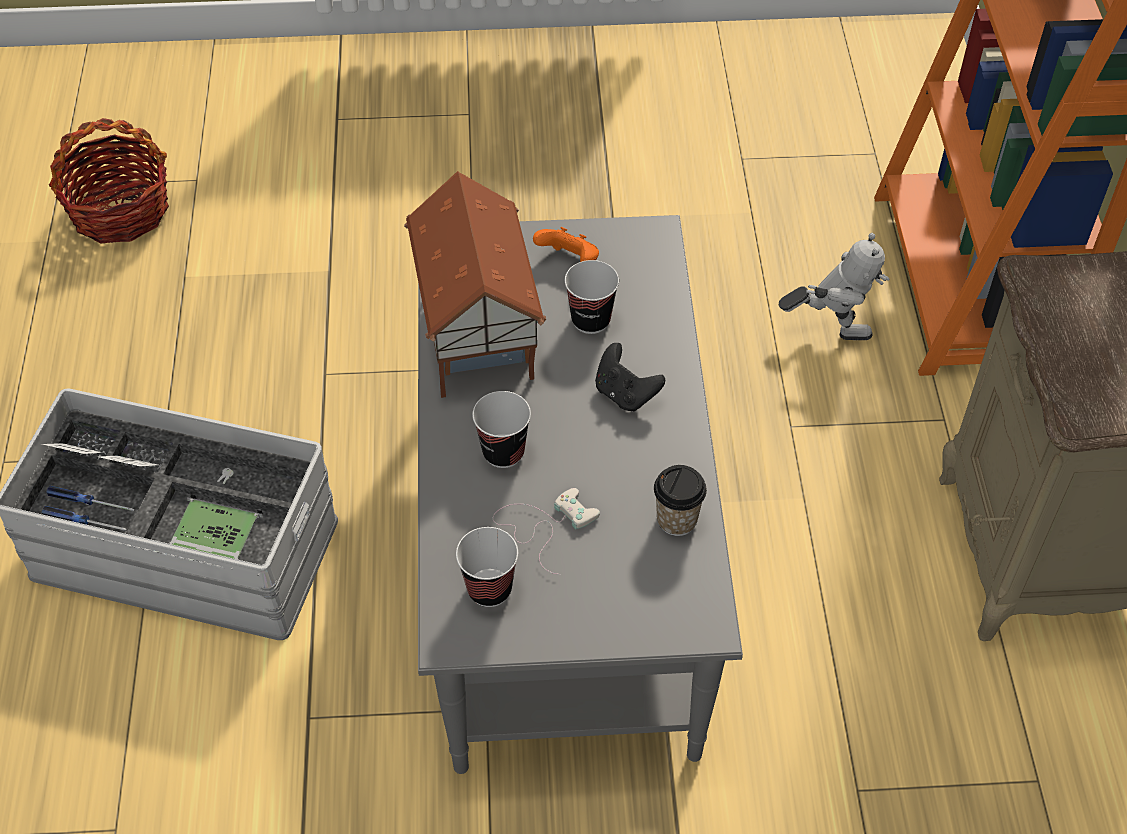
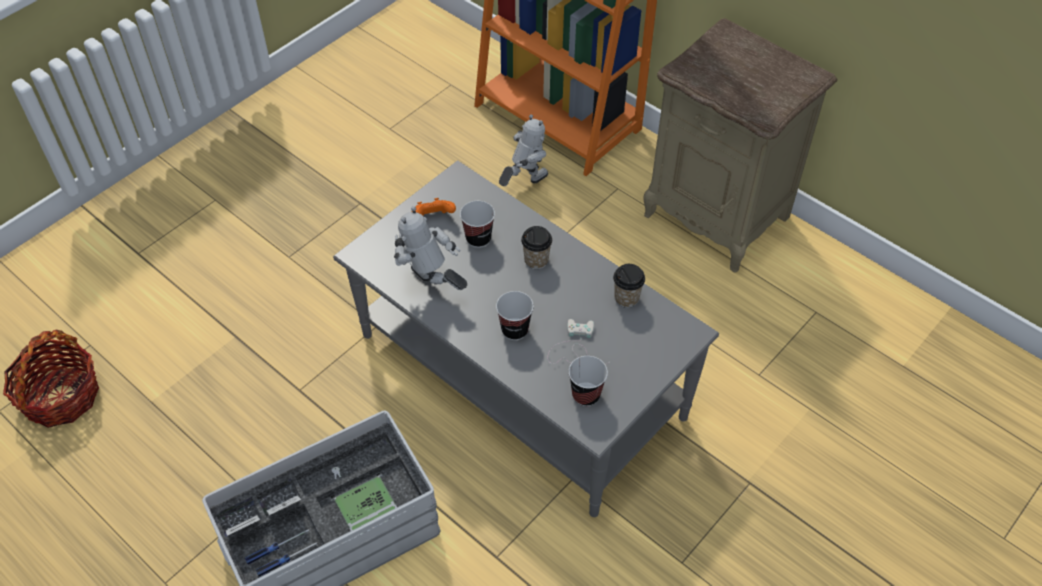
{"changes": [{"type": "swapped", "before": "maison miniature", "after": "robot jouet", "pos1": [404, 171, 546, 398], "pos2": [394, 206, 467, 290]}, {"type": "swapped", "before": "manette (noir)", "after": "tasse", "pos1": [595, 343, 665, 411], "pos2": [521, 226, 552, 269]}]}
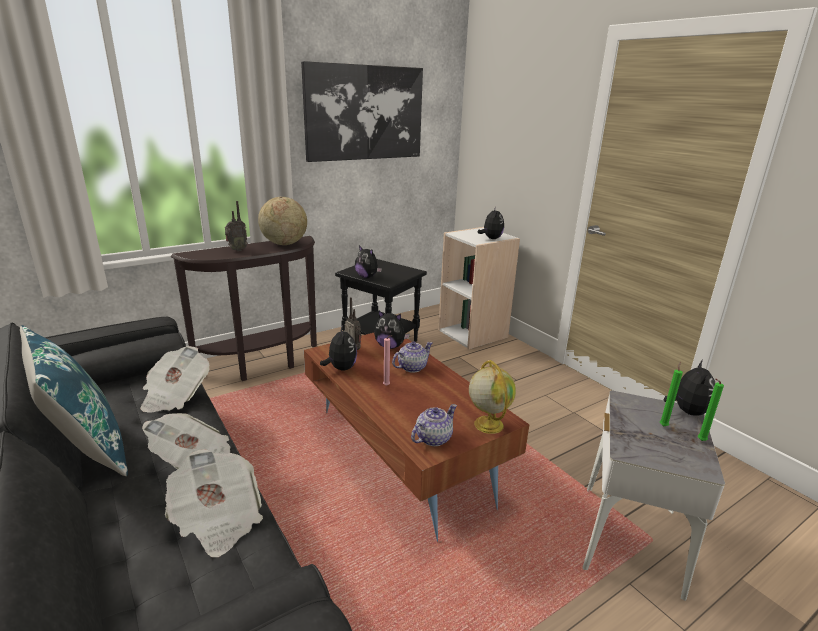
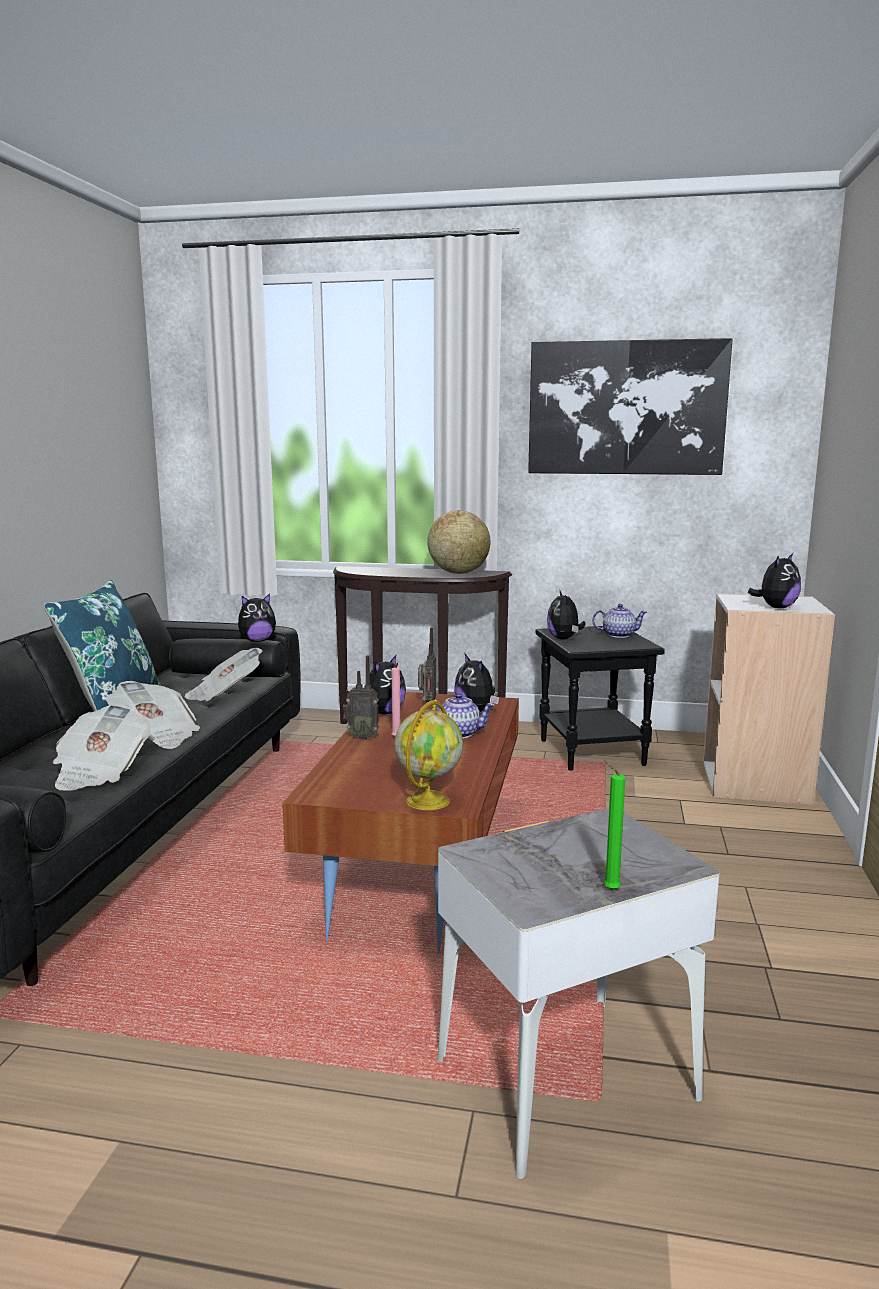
{"changes": [{"type": "shifted", "before": "radio", "pos1": [225, 201, 248, 251], "pos2": [343, 655, 379, 740]}, {"type": "shifted", "before": "théière", "pos1": [411, 404, 457, 446], "pos2": [592, 604, 647, 638]}, {"type": "gone", "before": "bougie (vert)", "pos1": [660, 362, 683, 426]}, {"type": "shifted", "before": "peluche", "pos1": [663, 360, 715, 416], "pos2": [238, 594, 276, 642]}]}
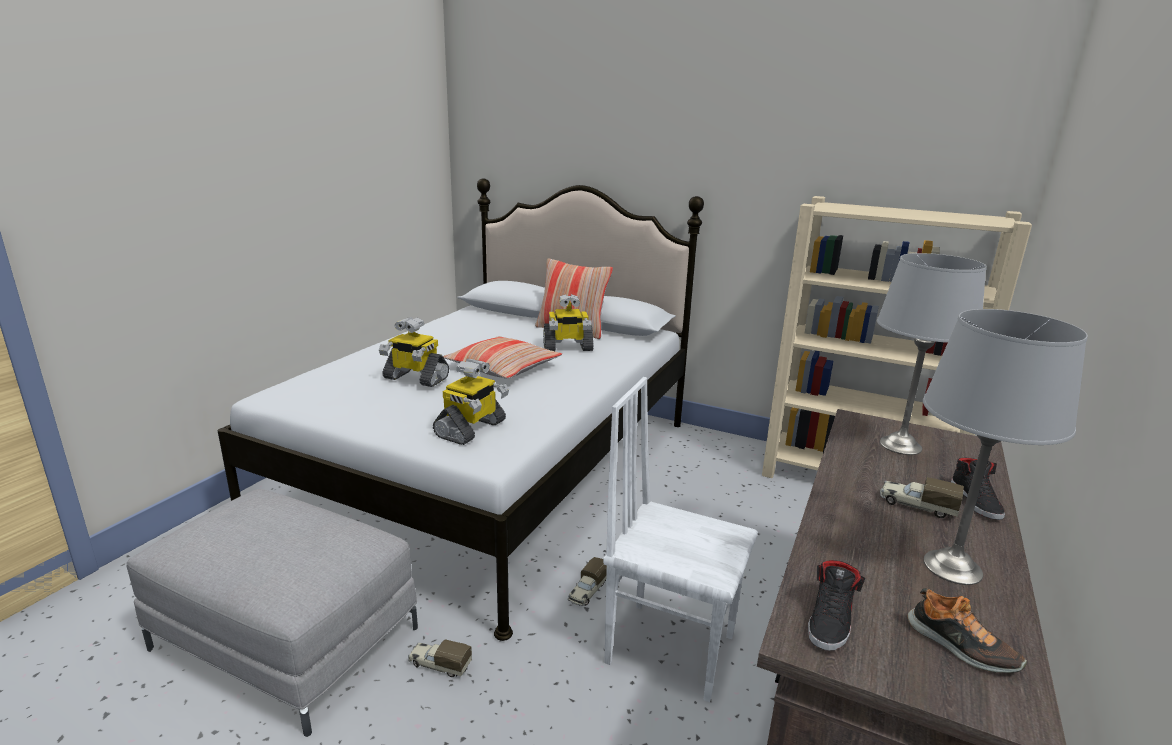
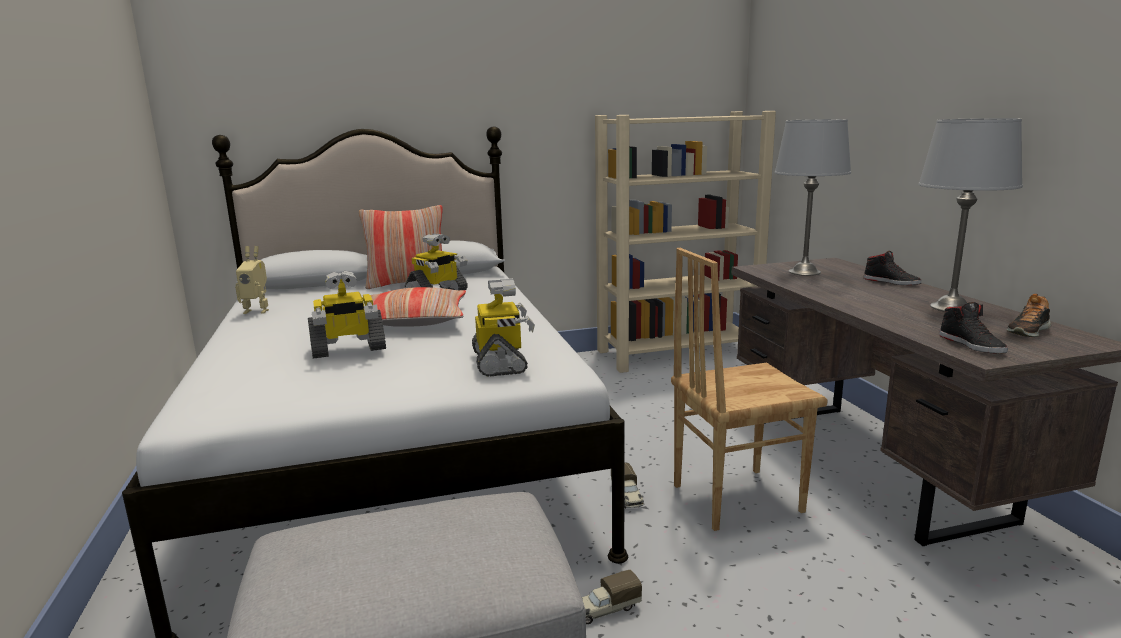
{"changes": [{"type": "repainted", "before": "chaise (blanc)", "after": "chaise (marron)", "pos1": [603, 377, 758, 702], "pos2": [671, 248, 828, 531]}, {"type": "gone", "before": "camion jouet", "pos1": [880, 477, 964, 518]}, {"type": "rotated", "before": "chaussure", "pos1": [908, 588, 1027, 673], "pos2": [1006, 294, 1051, 337], "turn": 135}, {"type": "new", "after": "robot jouet", "pos2": [235, 246, 269, 314]}]}
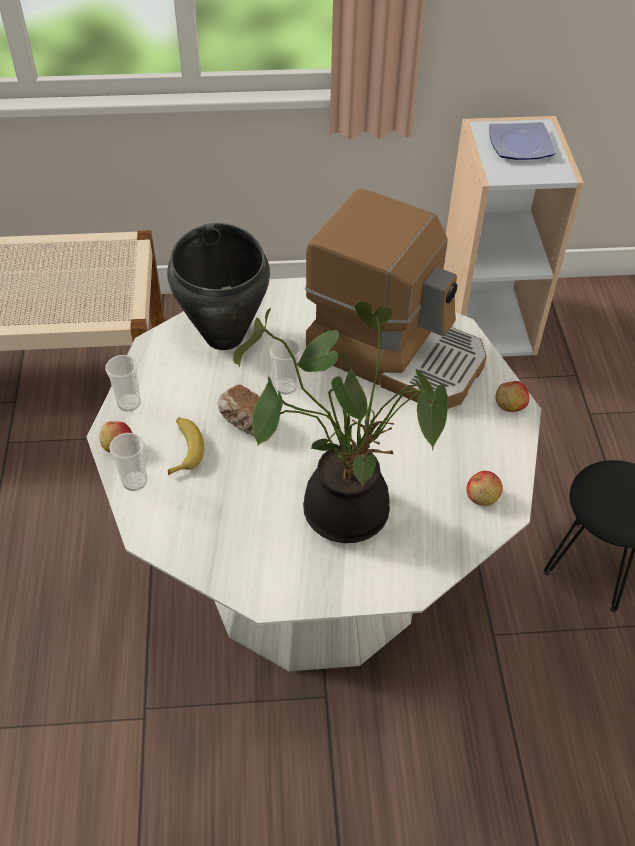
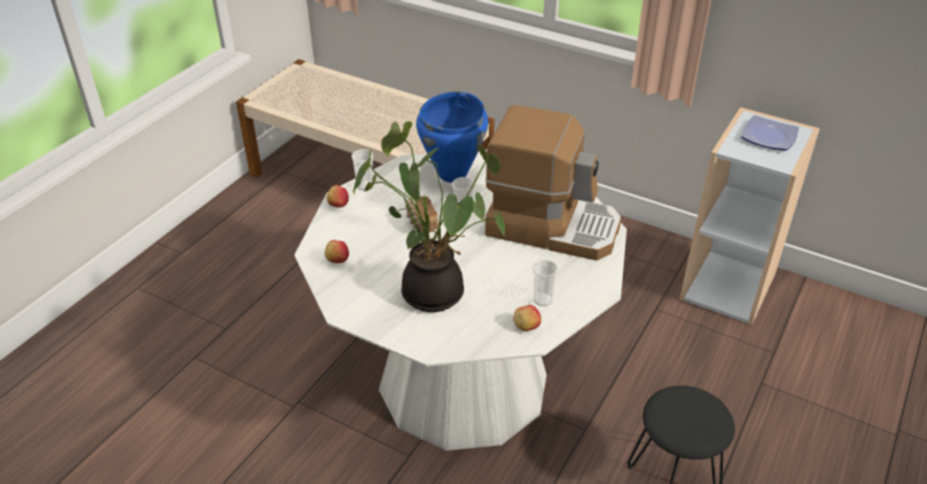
{"changes": [{"type": "shifted", "before": "tasse", "pos1": [109, 433, 147, 491], "pos2": [533, 260, 558, 306]}, {"type": "repainted", "before": "marmite (noir)", "after": "marmite (bleu)", "pos1": [167, 223, 270, 350], "pos2": [416, 92, 488, 183]}, {"type": "gone", "before": "banane", "pos1": [168, 417, 204, 476]}, {"type": "rotated", "before": "machine à café", "pos1": [305, 189, 487, 409], "pos2": [485, 105, 621, 261], "turn": -45}, {"type": "shifted", "before": "pomme", "pos1": [495, 381, 529, 412], "pos2": [325, 240, 349, 263]}]}
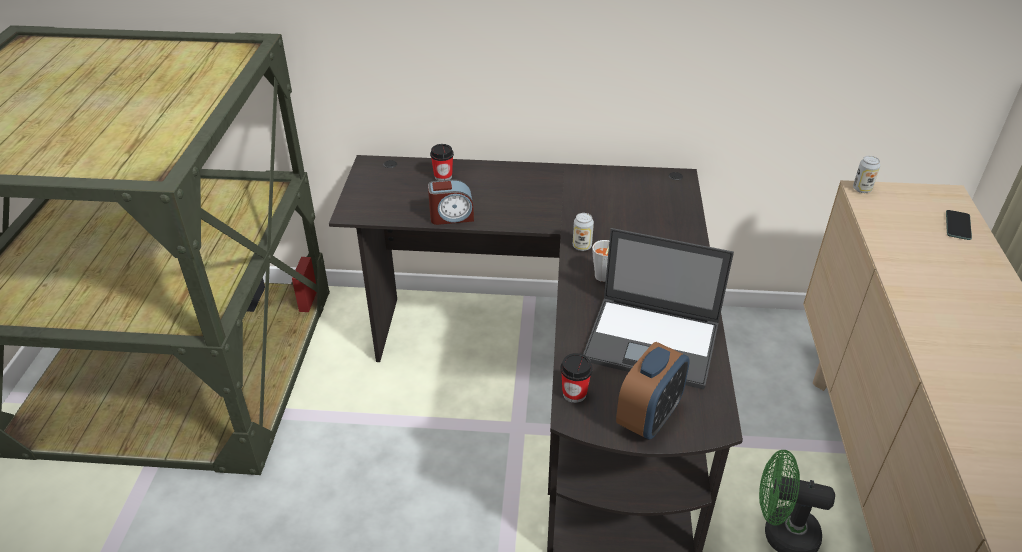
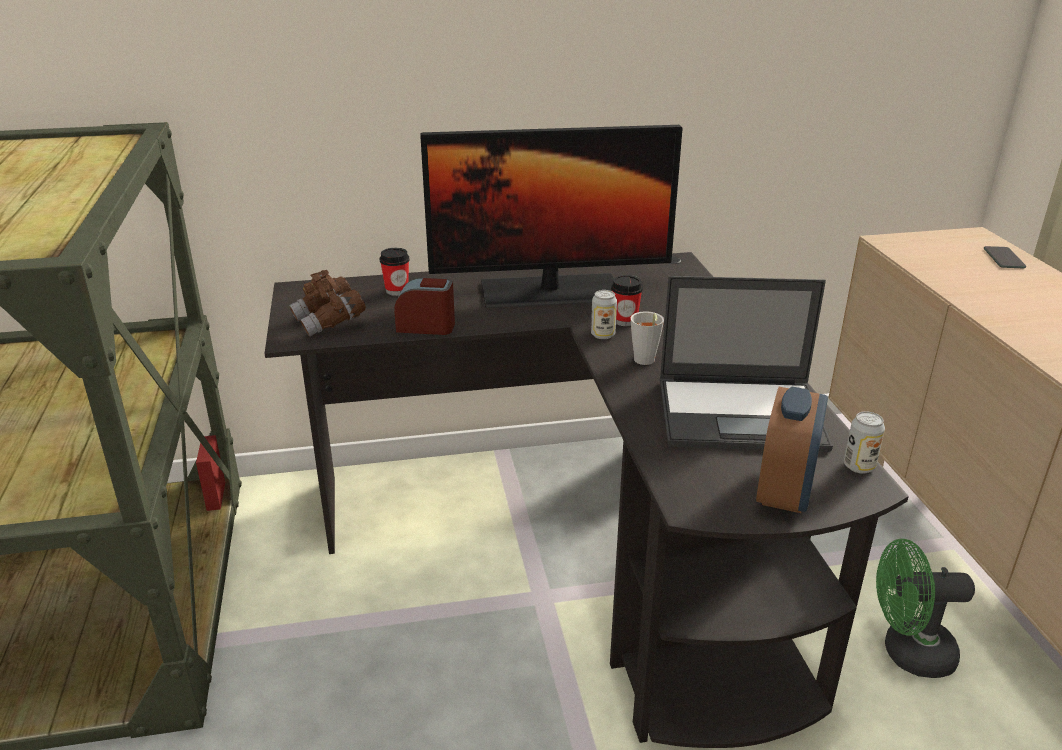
{"changes": [{"type": "rotated", "before": "réveil", "pos1": [428, 179, 474, 225], "pos2": [394, 278, 455, 335], "turn": -150}, {"type": "shifted", "before": "tasse", "pos1": [560, 353, 593, 403], "pos2": [611, 275, 643, 326]}, {"type": "shifted", "before": "boîte métallique", "pos1": [853, 156, 880, 193], "pos2": [844, 411, 885, 473]}, {"type": "new", "after": "jumelles (marron)", "pos2": [289, 270, 366, 336]}, {"type": "new", "after": "écran d'ordinateur", "pos2": [420, 125, 683, 308]}]}
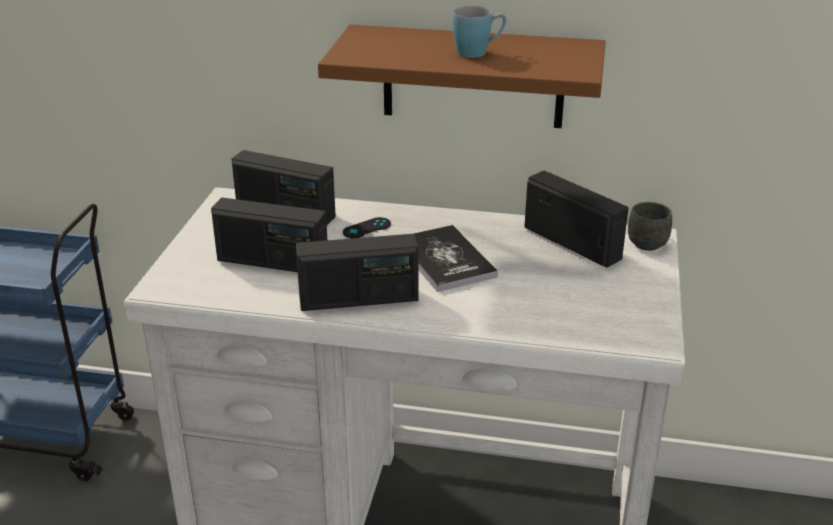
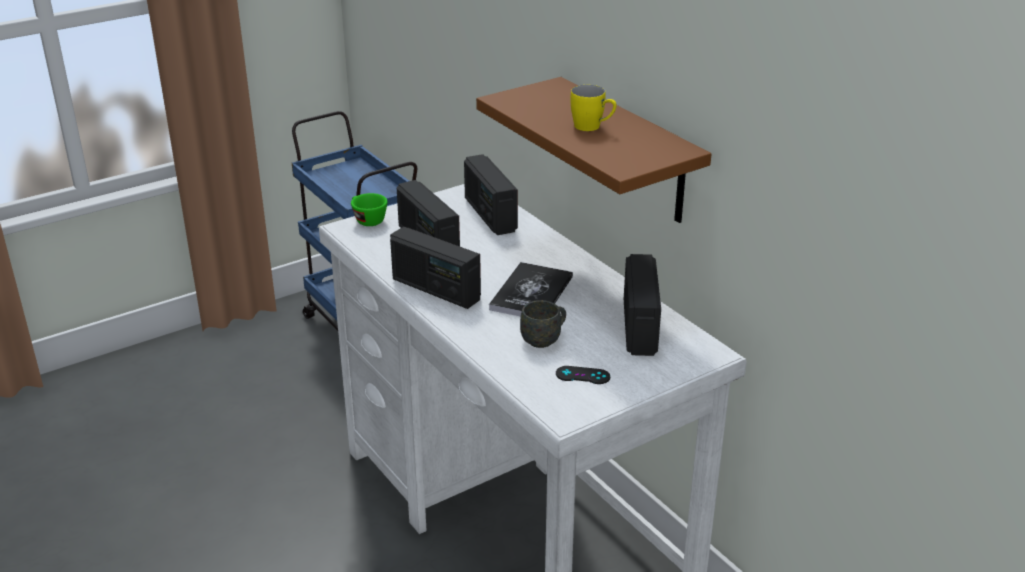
{"changes": [{"type": "shifted", "before": "manette (noir)", "pos1": [343, 217, 391, 238], "pos2": [556, 366, 610, 384]}, {"type": "repainted", "before": "mug (bleu)", "after": "mug (jaune)", "pos1": [453, 6, 506, 58], "pos2": [571, 85, 616, 131]}, {"type": "shifted", "before": "mug (gris)", "pos1": [628, 202, 672, 251], "pos2": [520, 300, 566, 348]}, {"type": "new", "after": "tasse (vert)", "pos2": [351, 193, 388, 226]}]}
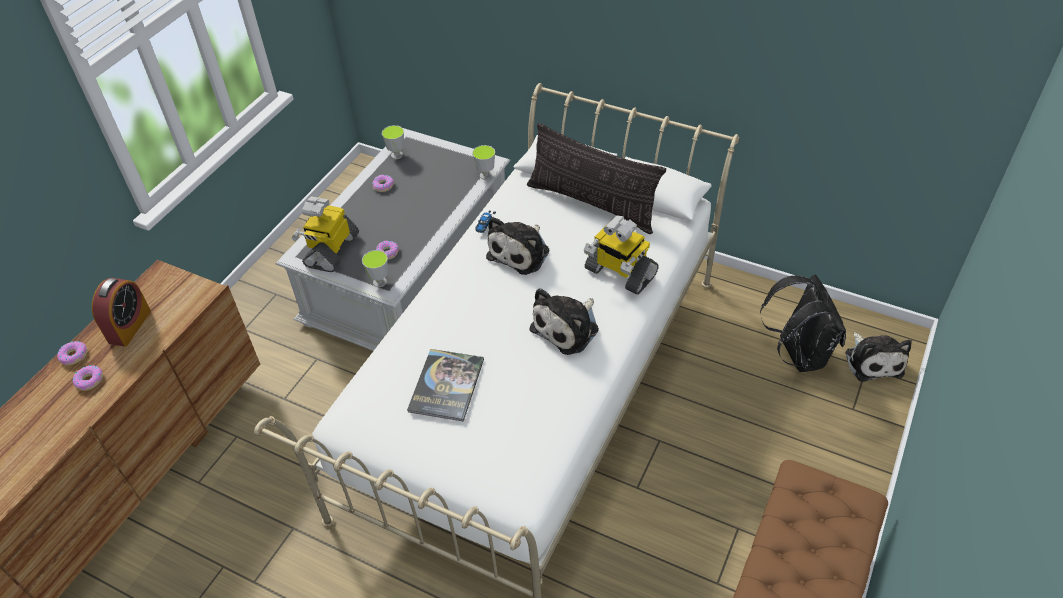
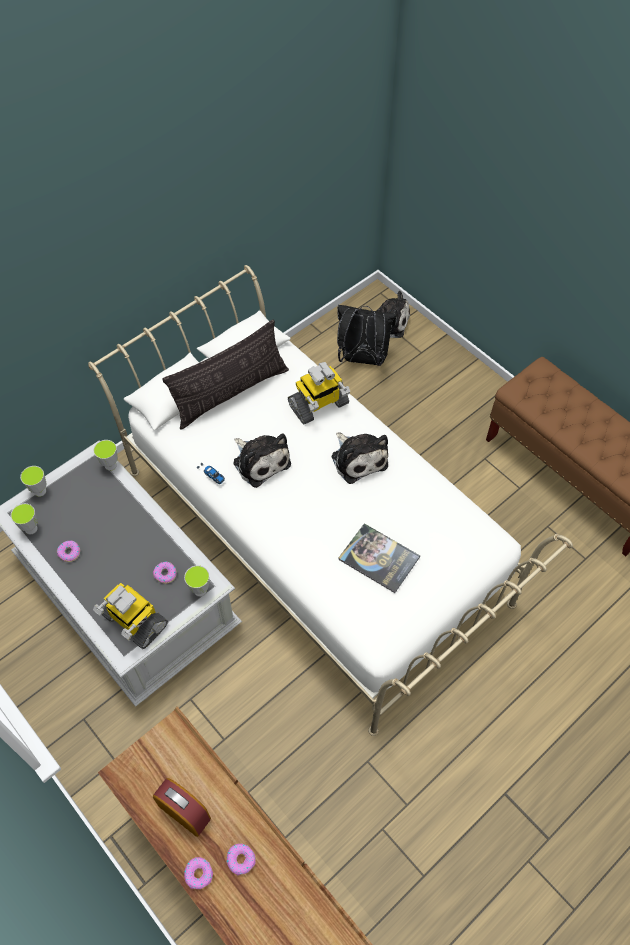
{"changes": [{"type": "new", "after": "tasse", "pos2": [20, 466, 47, 497]}]}
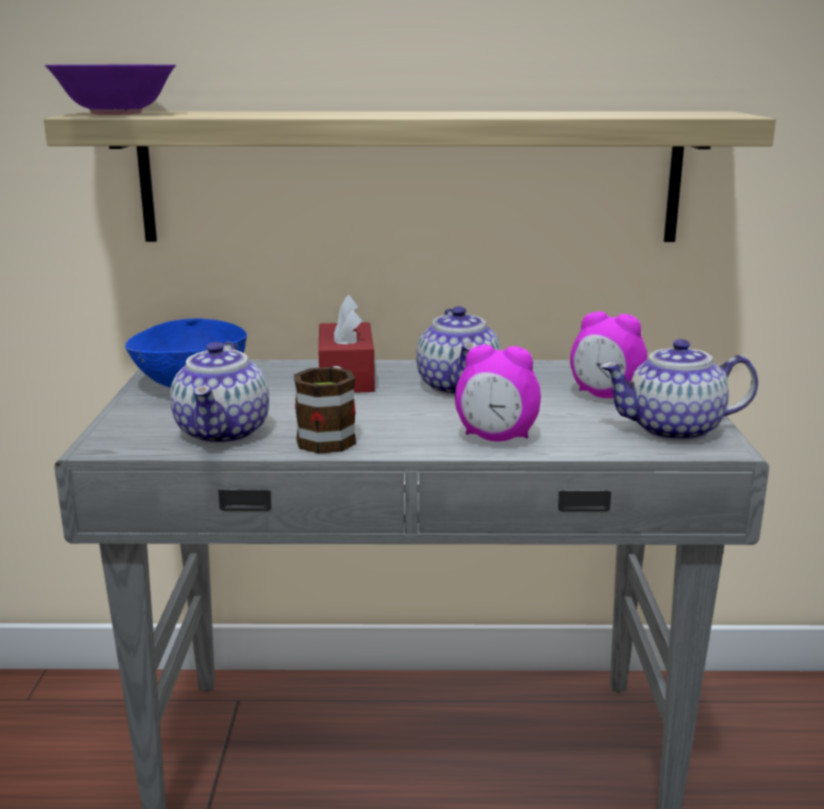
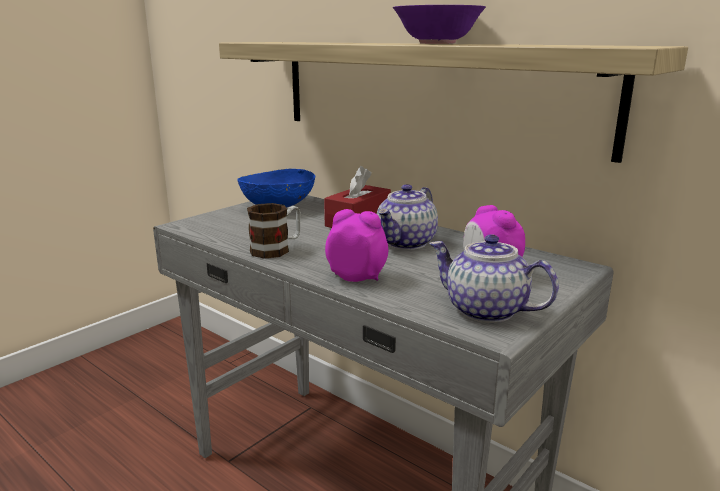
{"changes": [{"type": "shifted", "before": "bol (violet)", "pos1": [44, 64, 176, 115], "pos2": [393, 5, 486, 44]}, {"type": "gone", "before": "théière", "pos1": [170, 342, 269, 444]}, {"type": "rotated", "before": "réveil", "pos1": [455, 345, 541, 441], "pos2": [325, 209, 388, 282], "turn": 150}]}
